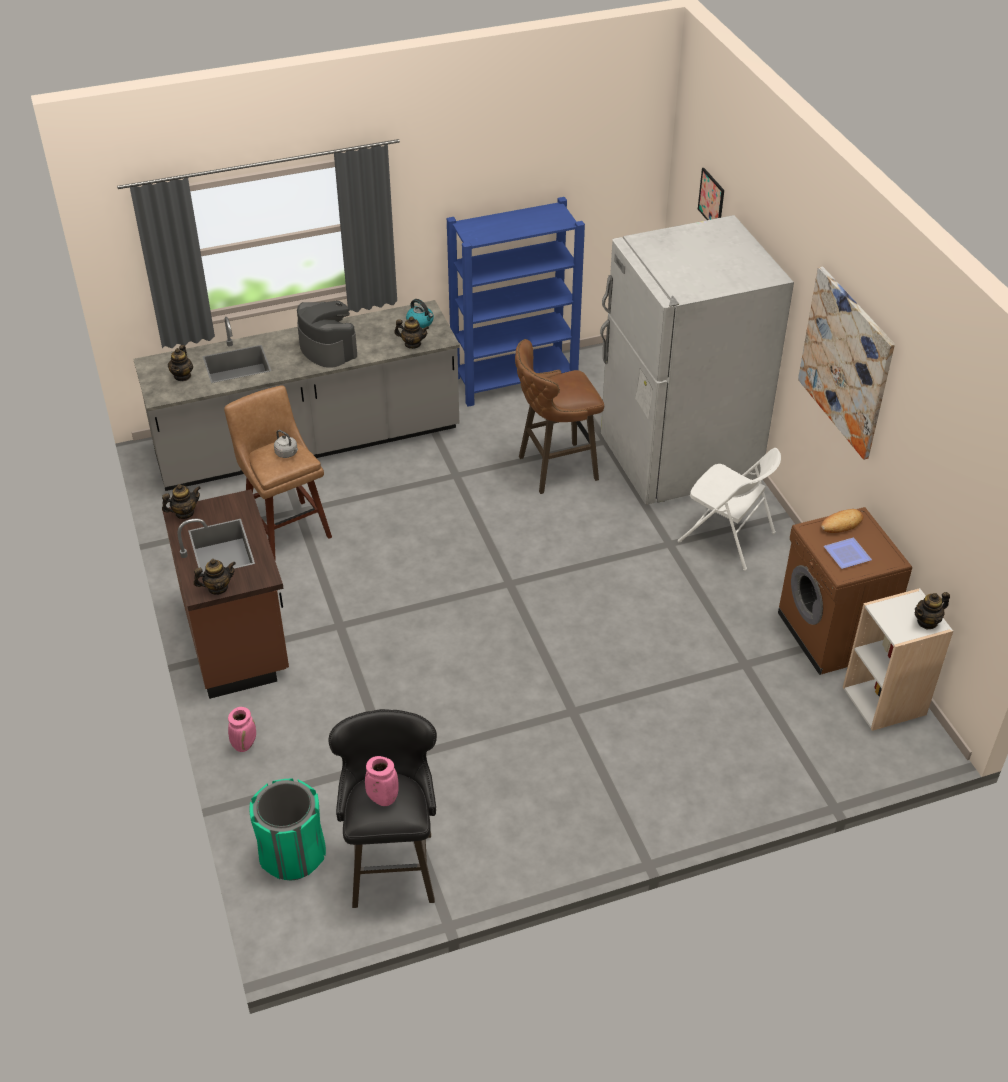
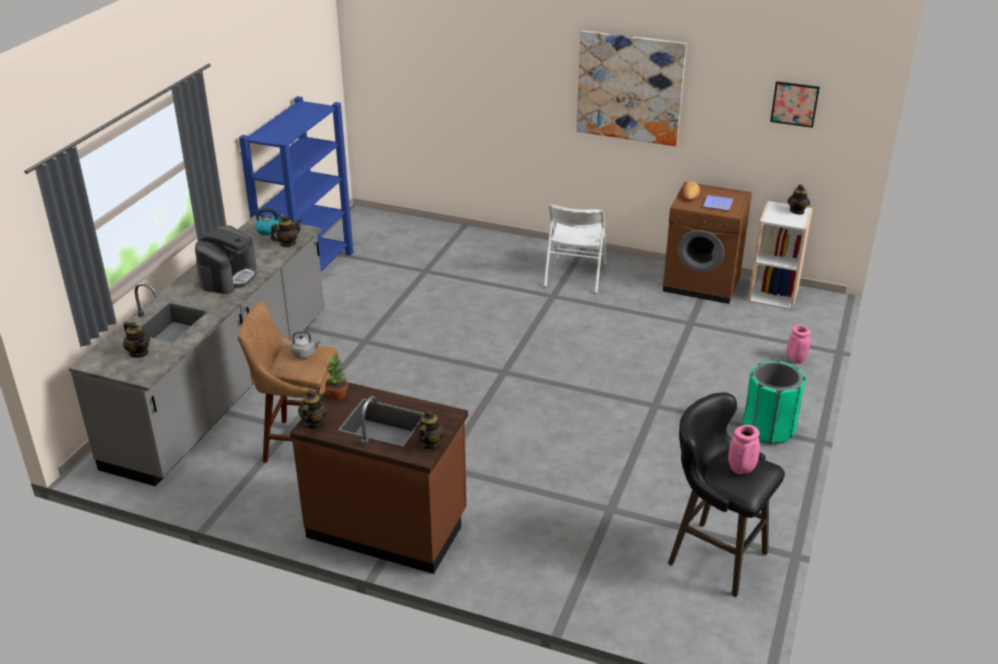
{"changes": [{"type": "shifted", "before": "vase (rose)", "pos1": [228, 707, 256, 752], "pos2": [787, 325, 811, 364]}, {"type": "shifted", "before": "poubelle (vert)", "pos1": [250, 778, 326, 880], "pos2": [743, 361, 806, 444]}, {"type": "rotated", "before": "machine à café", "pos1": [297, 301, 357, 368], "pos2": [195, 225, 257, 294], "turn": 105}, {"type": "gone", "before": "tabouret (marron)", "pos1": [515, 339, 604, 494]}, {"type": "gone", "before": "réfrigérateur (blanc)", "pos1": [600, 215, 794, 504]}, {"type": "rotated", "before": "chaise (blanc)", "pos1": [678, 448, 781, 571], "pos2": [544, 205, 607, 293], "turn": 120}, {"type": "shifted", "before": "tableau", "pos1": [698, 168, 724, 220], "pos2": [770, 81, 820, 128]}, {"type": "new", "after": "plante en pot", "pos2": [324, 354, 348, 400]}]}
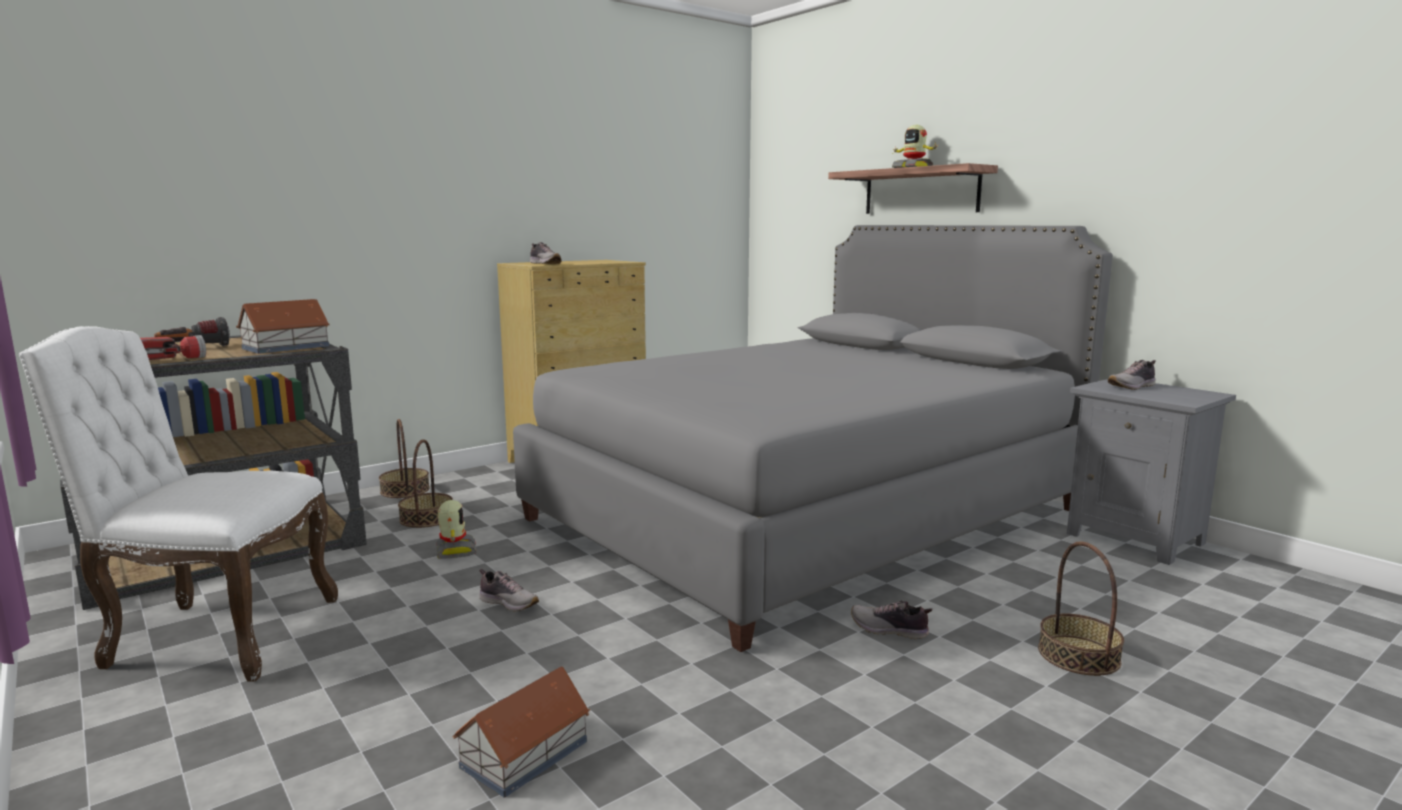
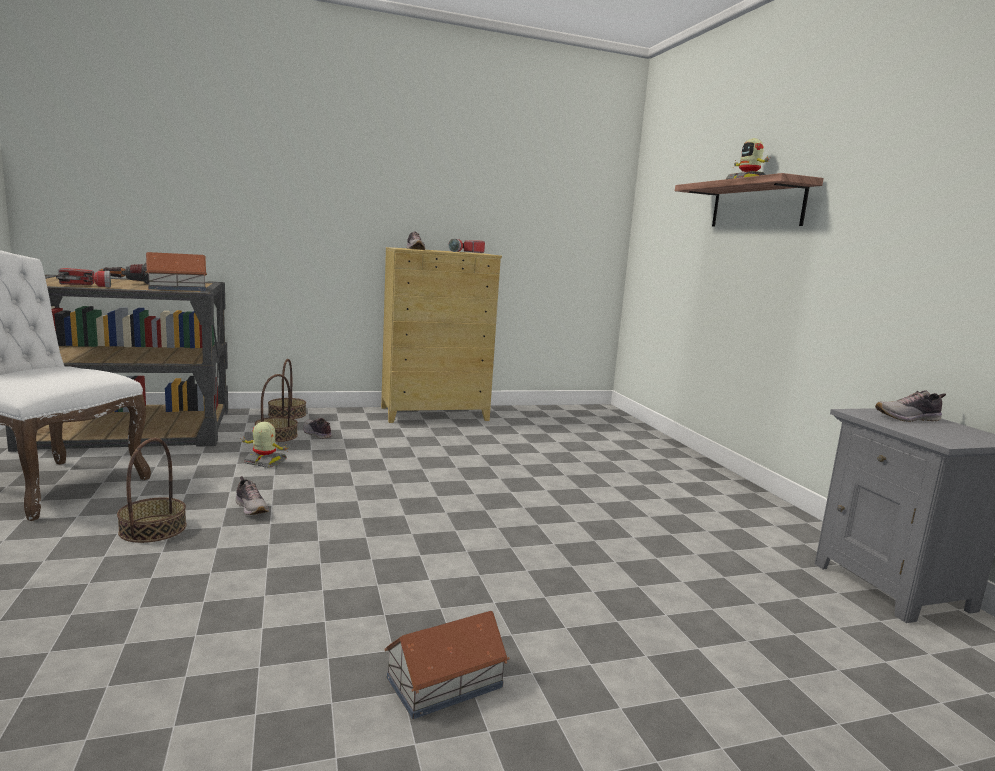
{"changes": [{"type": "rotated", "before": "robot jouet", "pos1": [437, 500, 477, 559], "pos2": [241, 422, 288, 468], "turn": -75}, {"type": "shifted", "before": "maison miniature", "pos1": [453, 667, 590, 797], "pos2": [385, 611, 509, 719]}, {"type": "gone", "before": "lit (gris)", "pos1": [513, 225, 1113, 652]}, {"type": "shifted", "before": "chaussure", "pos1": [851, 600, 933, 639], "pos2": [303, 418, 332, 439]}, {"type": "shifted", "before": "panier", "pos1": [1038, 542, 1124, 676], "pos2": [117, 438, 187, 543]}, {"type": "new", "after": "lampe de poche", "pos2": [448, 239, 485, 253]}]}
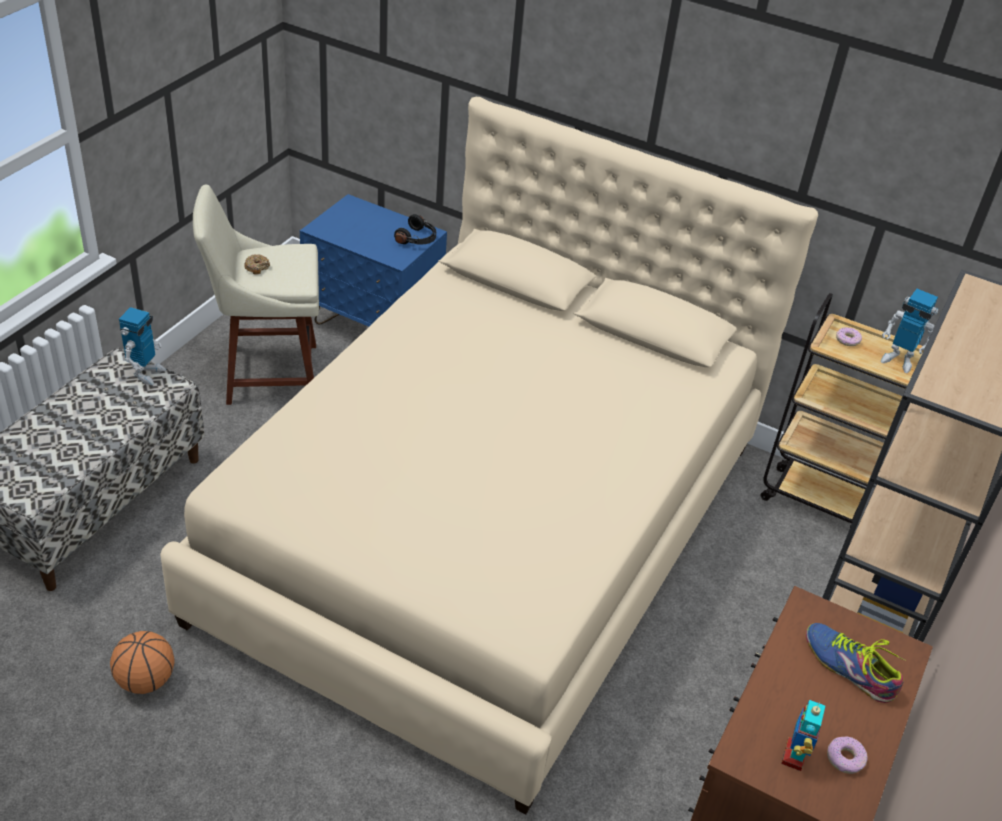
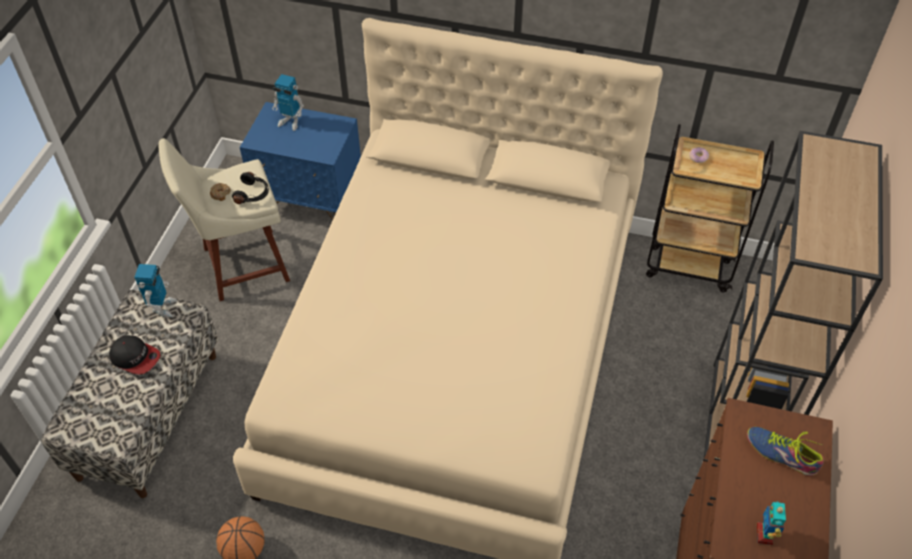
{"changes": [{"type": "shifted", "before": "casque audio (noir)", "pos1": [394, 214, 436, 245], "pos2": [232, 172, 269, 204]}, {"type": "gone", "before": "beignet", "pos1": [827, 737, 868, 774]}, {"type": "shifted", "before": "robot jouet", "pos1": [881, 289, 938, 373], "pos2": [272, 74, 304, 131]}, {"type": "new", "after": "casquette", "pos2": [109, 335, 160, 375]}]}
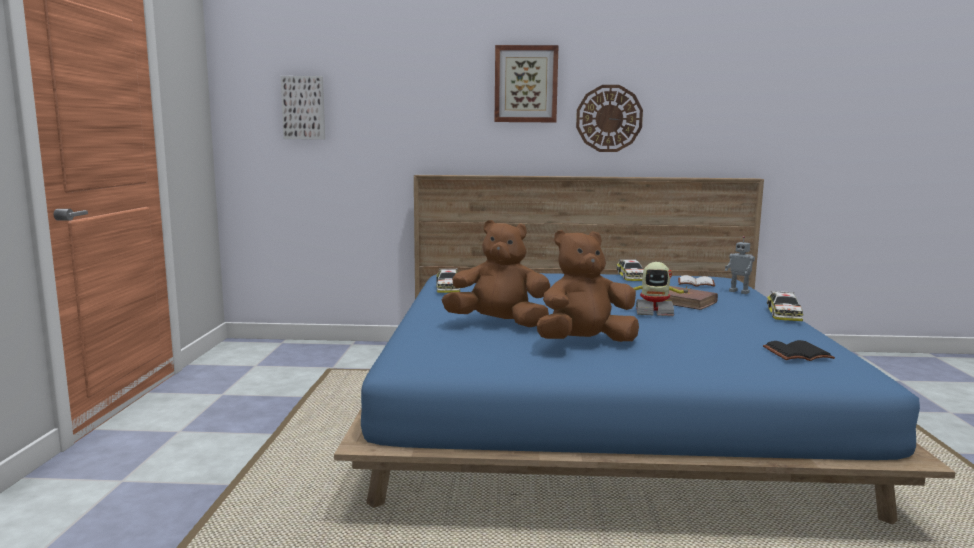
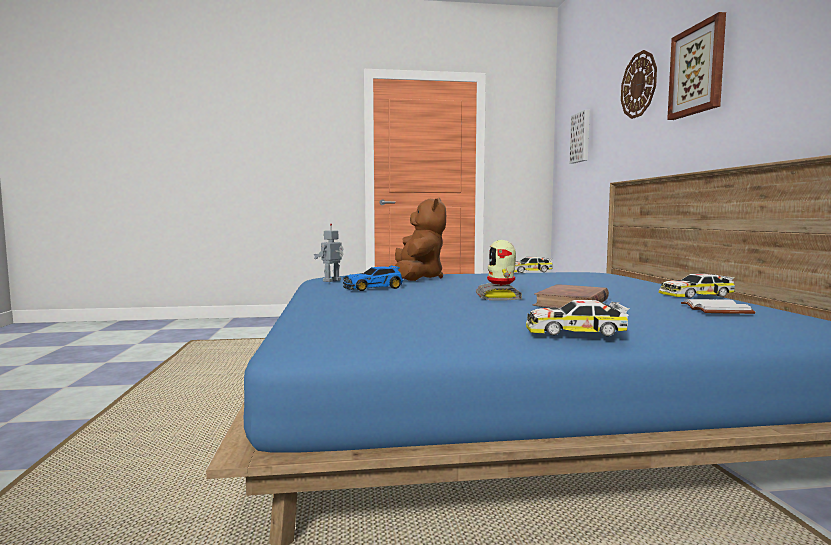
{"changes": [{"type": "swapped", "before": "peluche (marron)", "after": "petite voiture", "pos1": [537, 230, 639, 342], "pos2": [343, 265, 403, 291]}, {"type": "shifted", "before": "horloge murale", "pos1": [576, 85, 643, 152], "pos2": [621, 50, 657, 119]}, {"type": "shifted", "before": "robot jouet", "pos1": [725, 236, 755, 294], "pos2": [314, 224, 343, 282]}, {"type": "gone", "before": "livre (noir)", "pos1": [763, 340, 835, 361]}]}
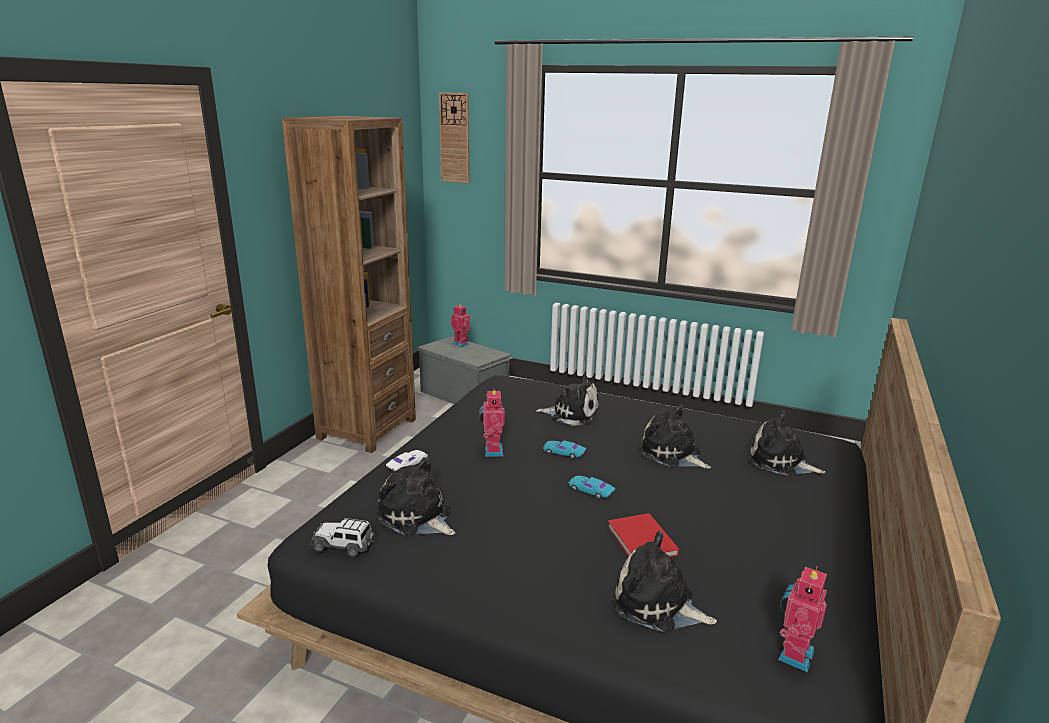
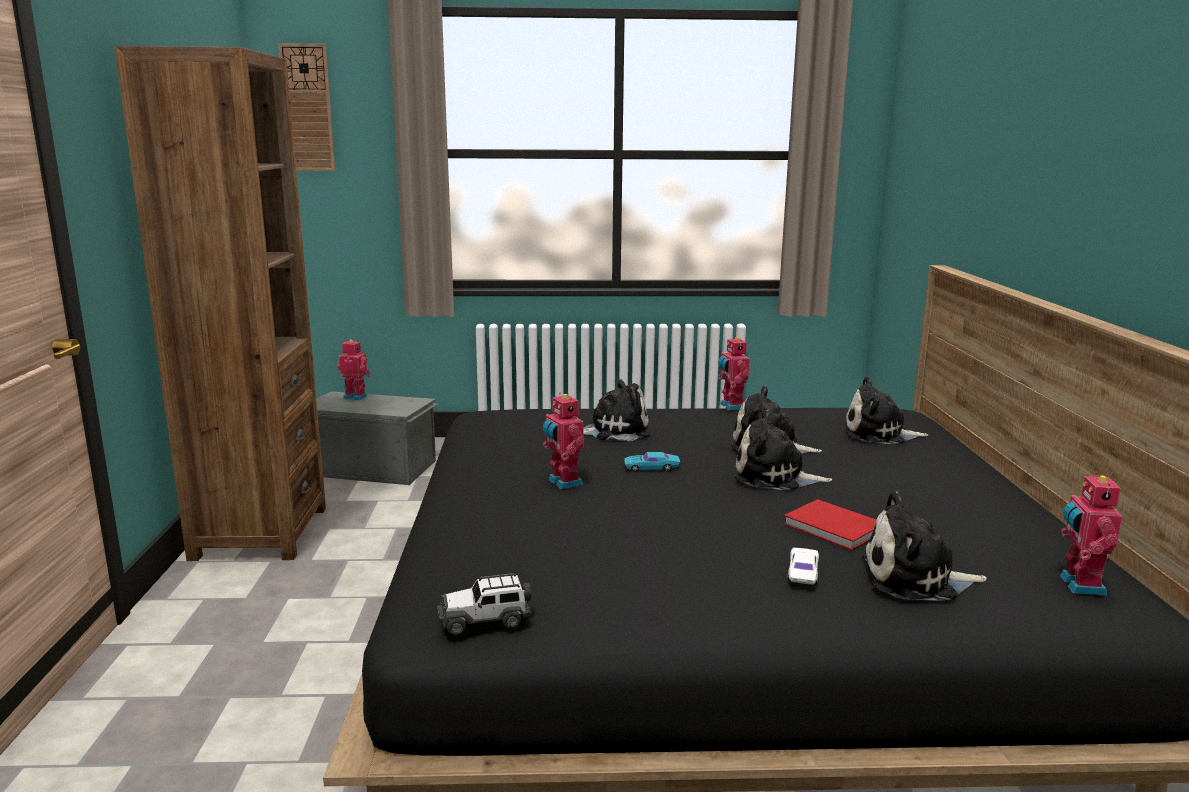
{"changes": [{"type": "shifted", "before": "peluche", "pos1": [377, 457, 455, 535], "pos2": [735, 410, 832, 490]}, {"type": "shifted", "before": "petite voiture (blanc)", "pos1": [386, 450, 428, 471], "pos2": [788, 548, 819, 585]}, {"type": "gone", "before": "petite voiture (turquoise)", "pos1": [569, 475, 616, 499]}, {"type": "new", "after": "robot jouet", "pos2": [718, 336, 750, 410]}]}
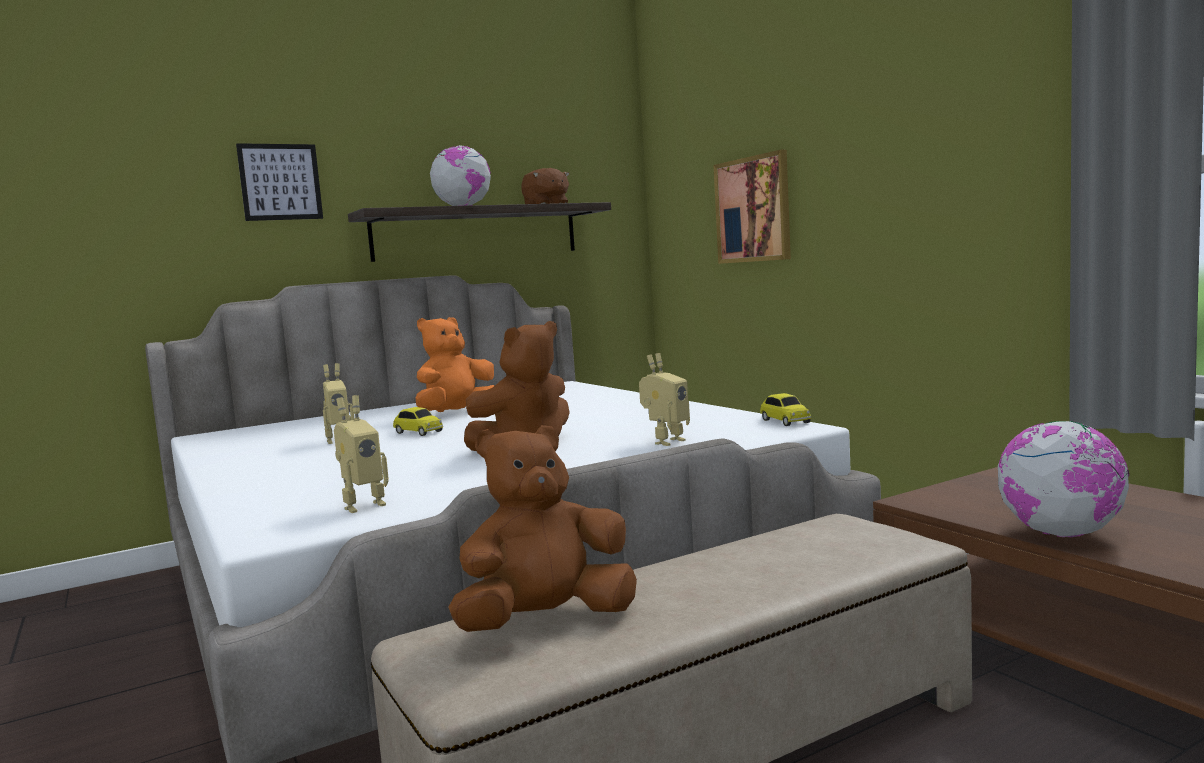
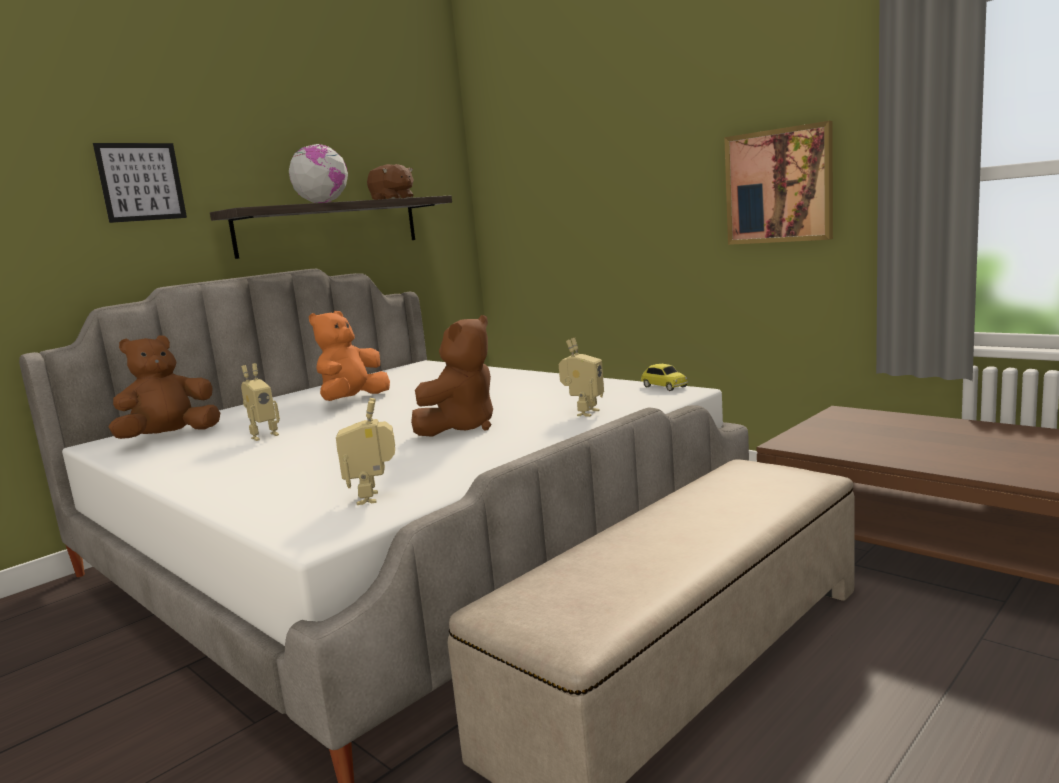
{"changes": [{"type": "rotated", "before": "robot jouet", "pos1": [334, 395, 389, 513], "pos2": [336, 398, 395, 505], "turn": 135}, {"type": "gone", "before": "petite voiture", "pos1": [393, 407, 443, 436]}, {"type": "shifted", "before": "peluche (marron)", "pos1": [448, 425, 637, 632], "pos2": [108, 336, 220, 439]}, {"type": "shifted", "before": "tableau", "pos1": [713, 150, 791, 264], "pos2": [724, 121, 833, 245]}, {"type": "gone", "before": "globe", "pos1": [998, 421, 1129, 537]}]}
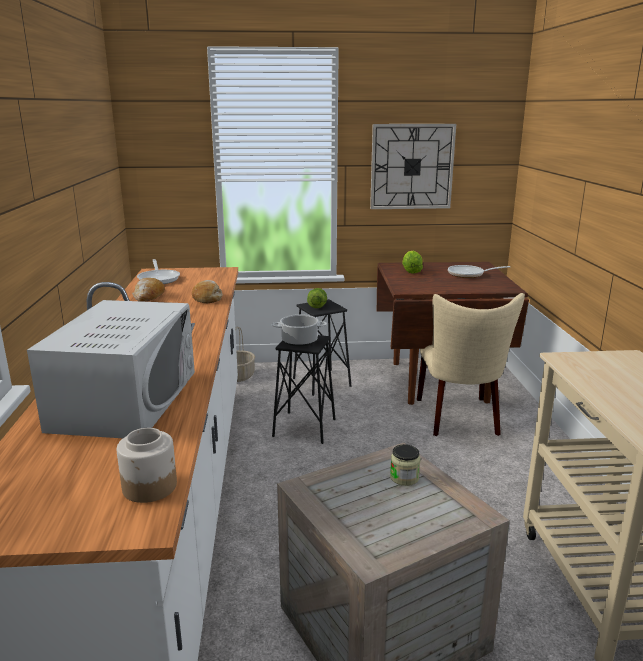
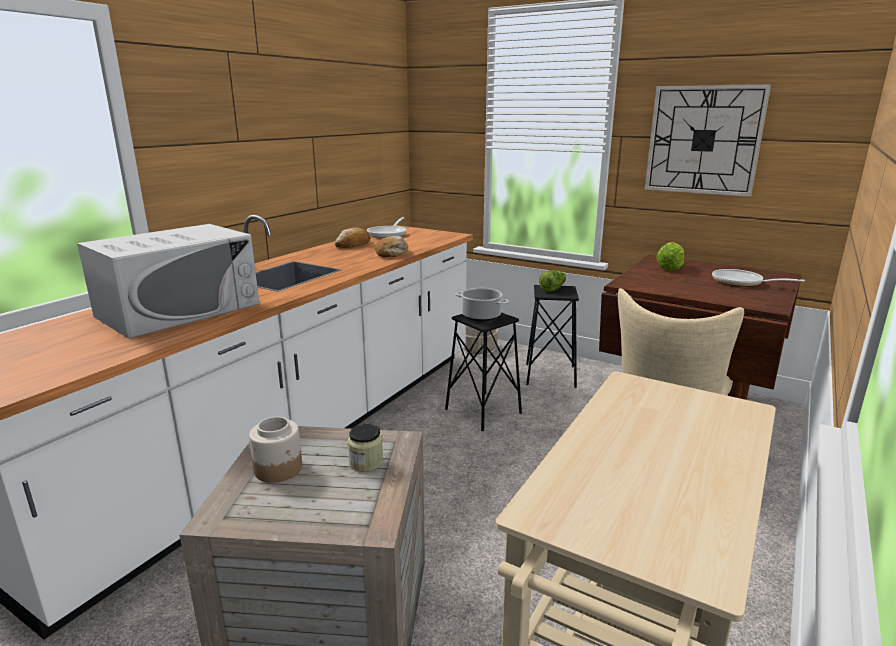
{"changes": [{"type": "shifted", "before": "bocal", "pos1": [117, 428, 177, 503], "pos2": [249, 417, 302, 483]}]}
